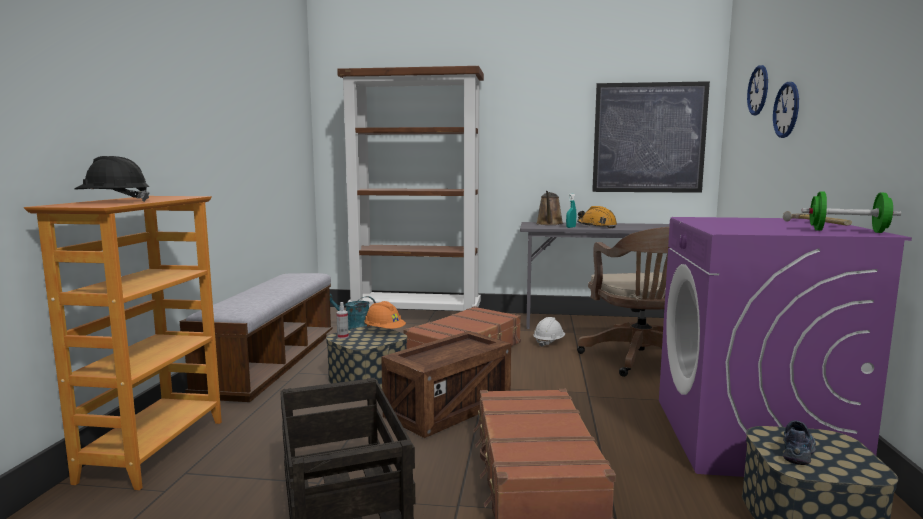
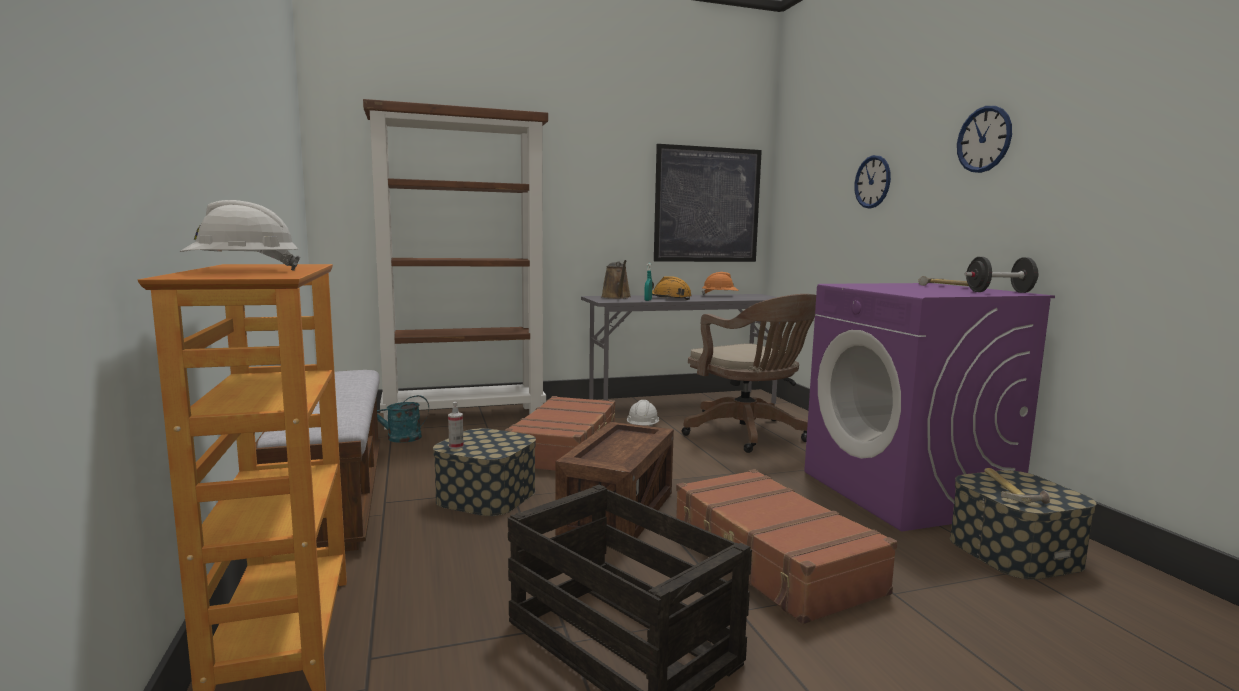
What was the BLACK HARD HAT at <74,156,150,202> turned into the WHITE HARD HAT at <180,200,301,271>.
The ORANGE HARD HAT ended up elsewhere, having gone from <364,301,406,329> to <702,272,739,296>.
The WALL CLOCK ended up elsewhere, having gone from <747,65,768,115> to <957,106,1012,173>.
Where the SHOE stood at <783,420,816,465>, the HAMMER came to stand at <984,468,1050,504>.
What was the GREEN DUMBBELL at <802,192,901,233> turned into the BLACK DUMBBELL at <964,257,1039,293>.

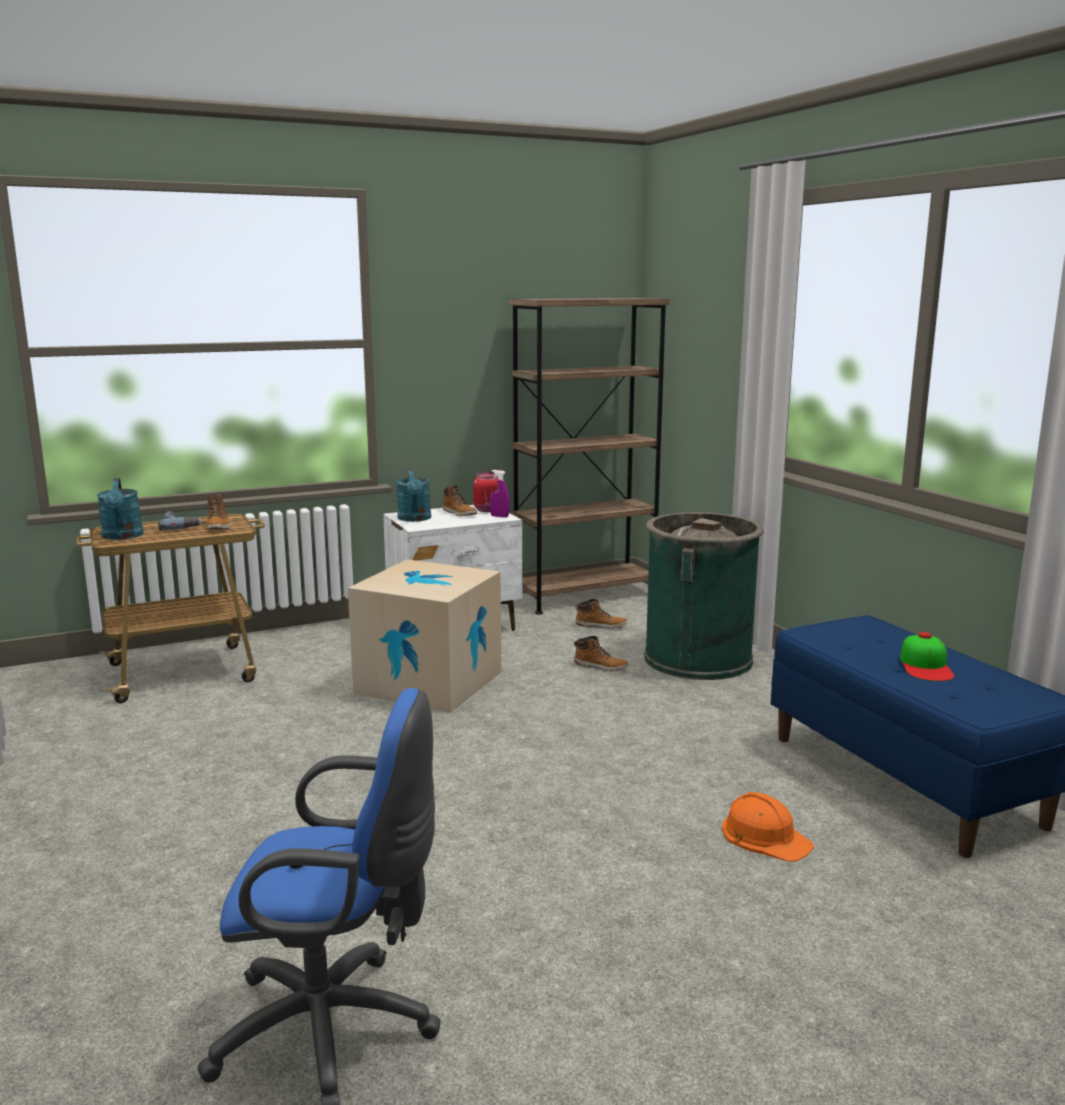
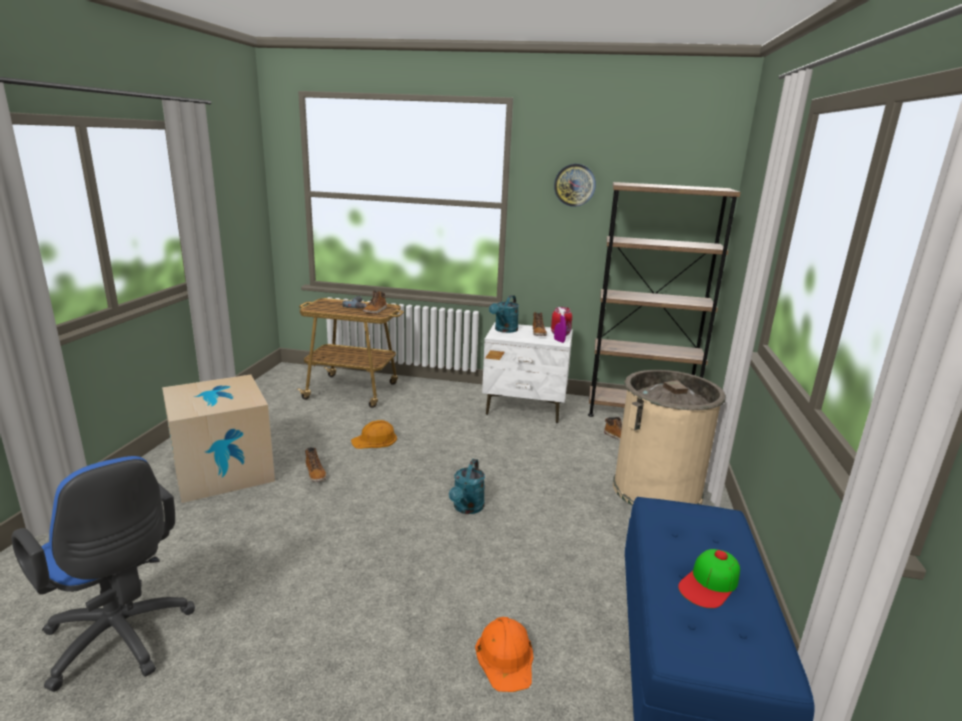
The TURQUOISE WATERING CAN ended up elsewhere, having gone from <97,478,144,540> to <449,459,485,514>.
The CARDBOARD BOX ended up elsewhere, having gone from <348,559,501,713> to <162,375,275,503>.
The BOOT ended up elsewhere, having gone from <574,636,629,671> to <305,447,326,482>.
What was the GREEN TRASH CAN at <644,512,764,680> turned into the BEIGE TRASH CAN at <613,370,726,506>.
The second view gained the ORANGE HARD HAT at <351,420,397,449>.
The second view gained the WALL CLOCK at <554,164,596,207>.

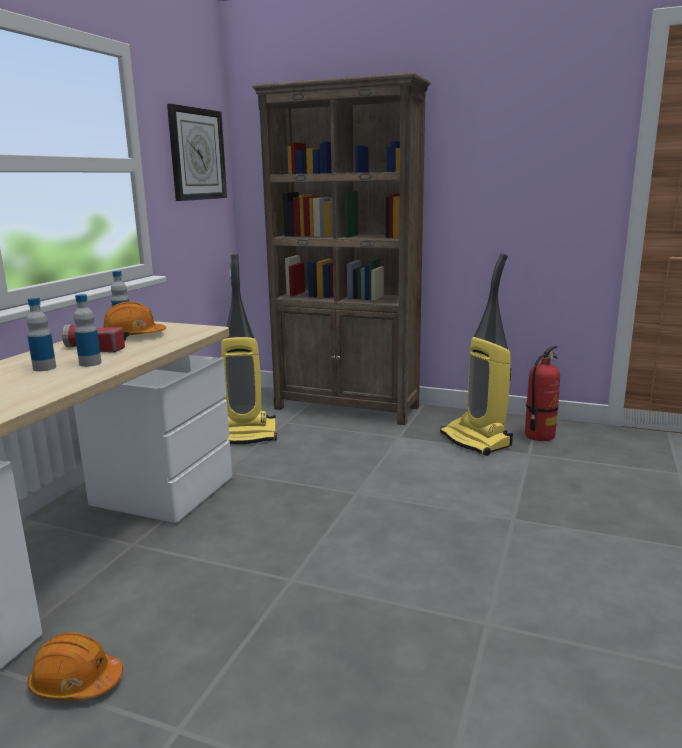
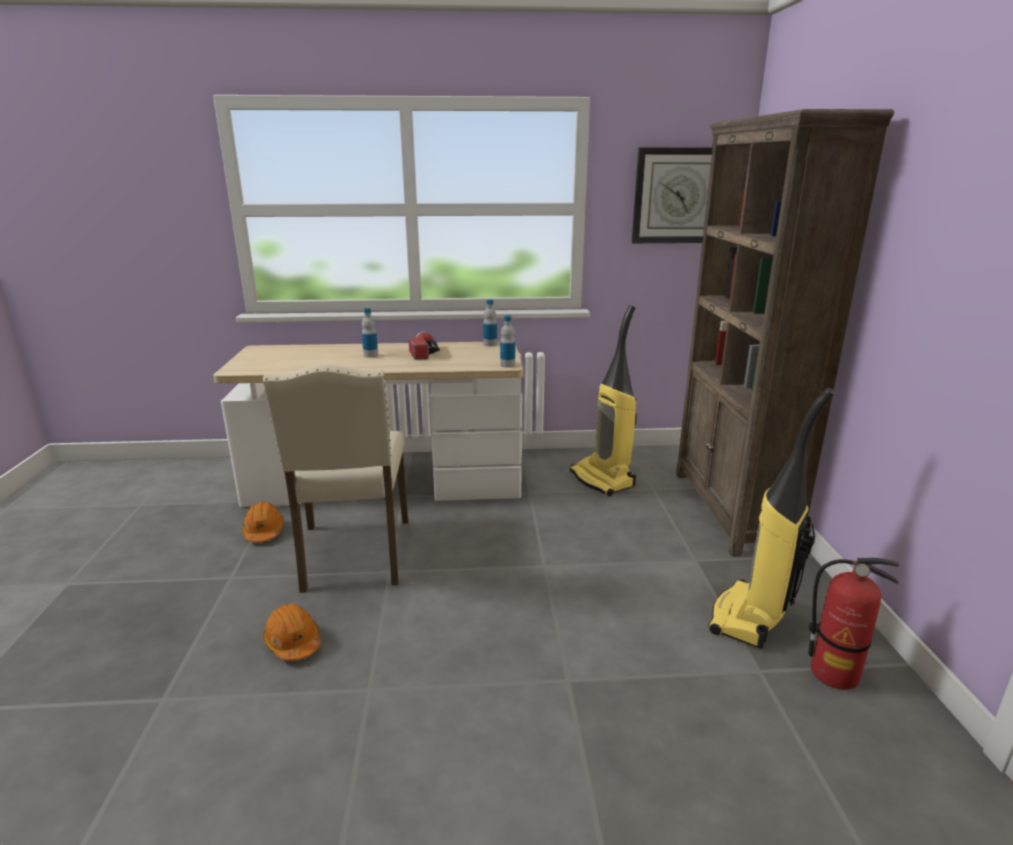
The BOTTLE ended up elsewhere, having gone from <74,294,102,367> to <500,315,515,368>.
The ORANGE HARD HAT ended up elsewhere, having gone from <103,301,166,335> to <263,604,321,661>.
The second view gained the BEIGE CHAIR at <263,364,408,593>.

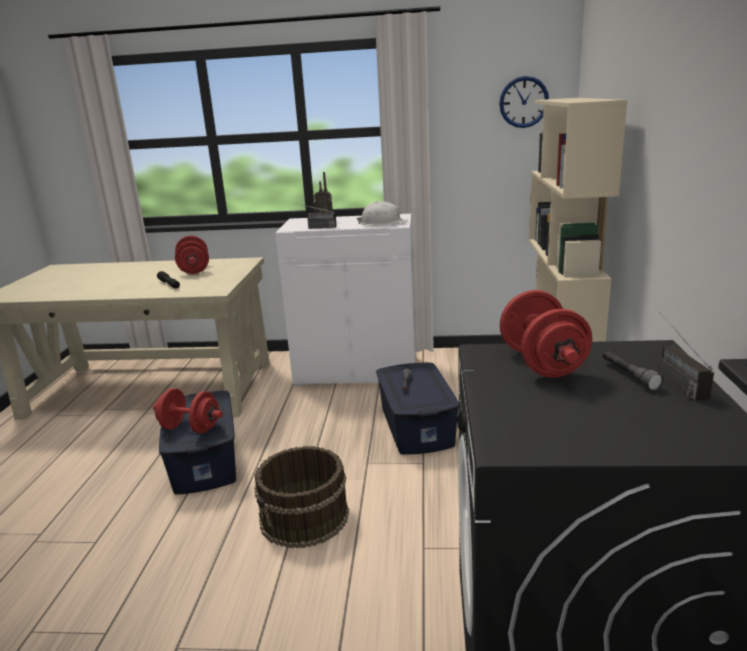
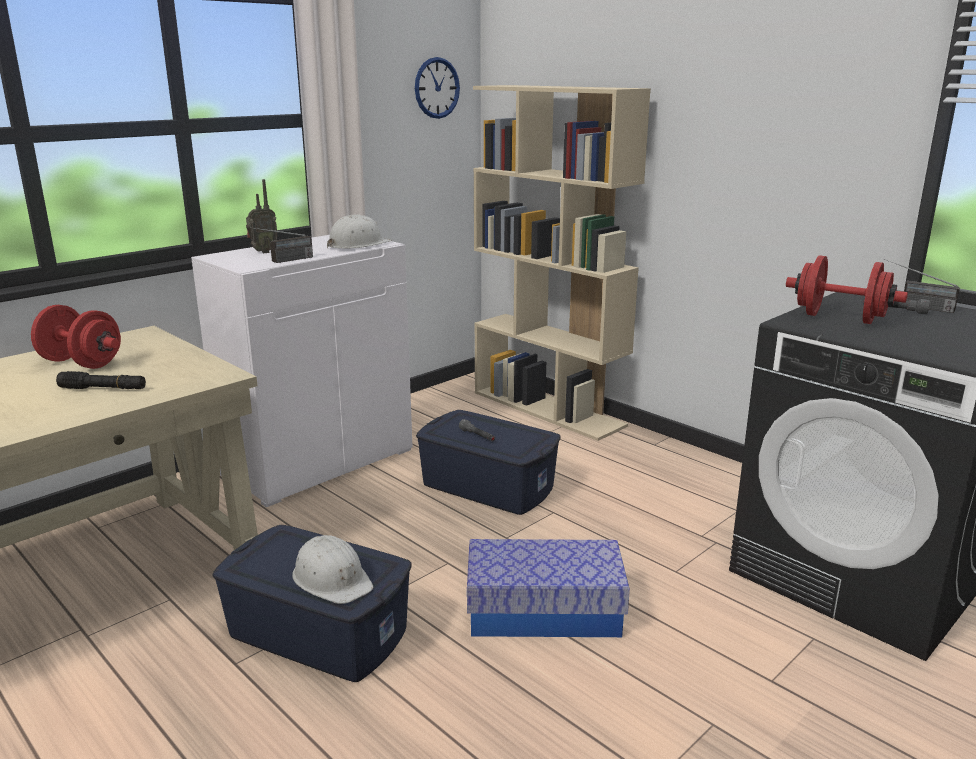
Where the RED DUMBBELL stood at <153,388,223,434>, the WHITE HARD HAT came to stand at <292,535,373,604>.
Where the BROWN BUCKET stood at <254,446,349,548>, the STORAGE BOX came to stand at <467,539,630,637>.

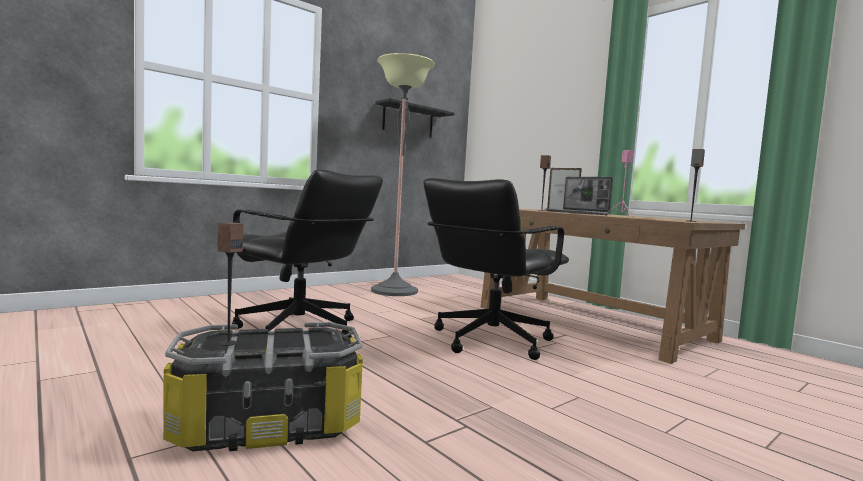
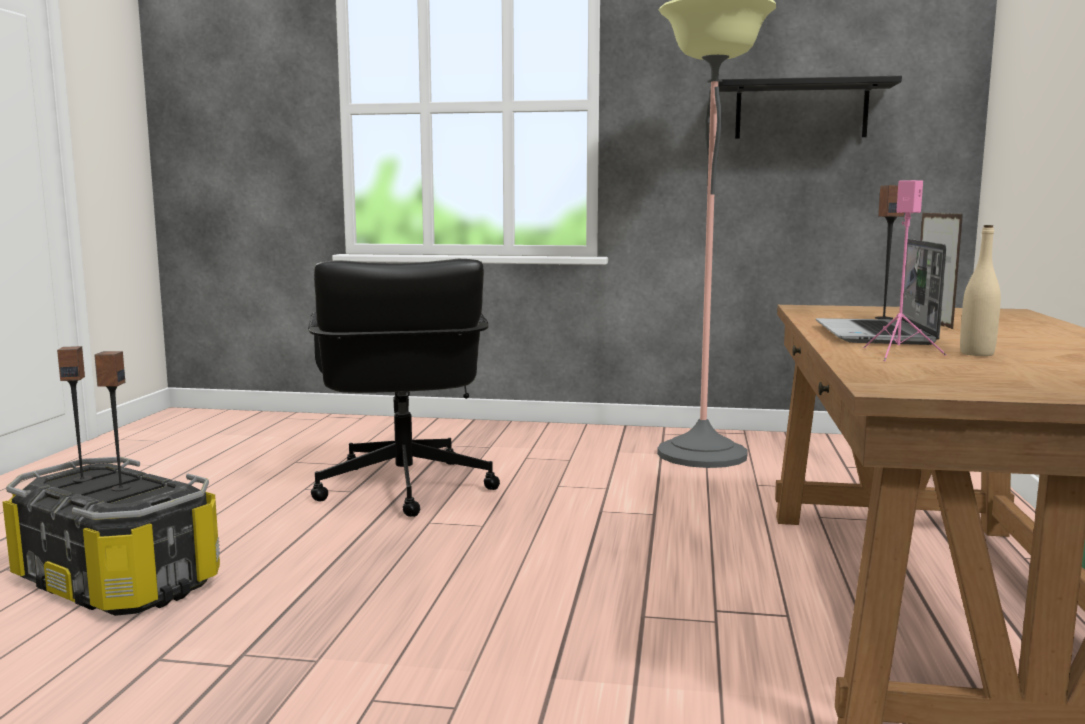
The second view lost the BLACK OFFICE CHAIR at <424,178,569,360>.
The SPEAKER ended up elsewhere, having gone from <690,149,705,222> to <94,351,131,491>.
The second view gained the BEIGE BOTTLE at <960,225,1001,356>.

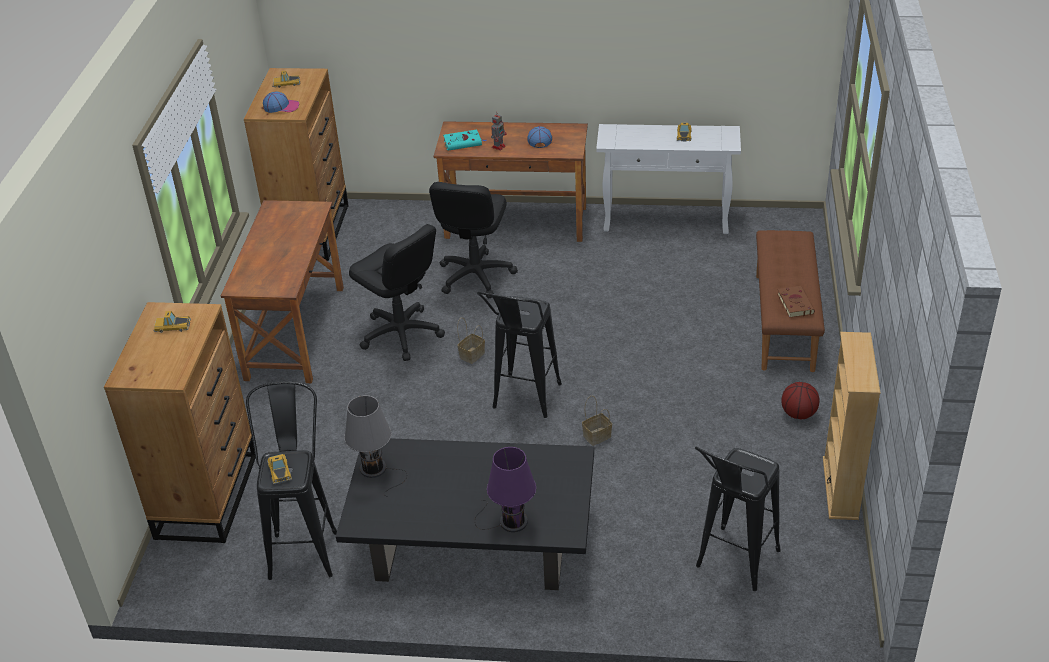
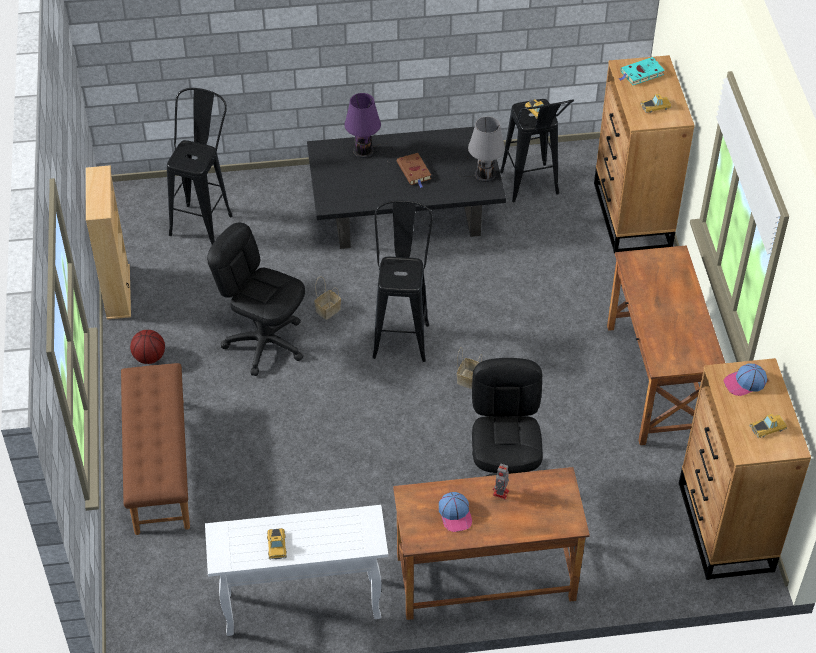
The BLACK OFFICE CHAIR ended up elsewhere, having gone from <349,224,445,361> to <207,223,305,376>.
The TURQUOISE BOOK ended up elsewhere, having gone from <443,130,487,151> to <619,57,665,85>.
The BROWN BOOK ended up elsewhere, having gone from <777,286,815,318> to <397,153,431,188>.

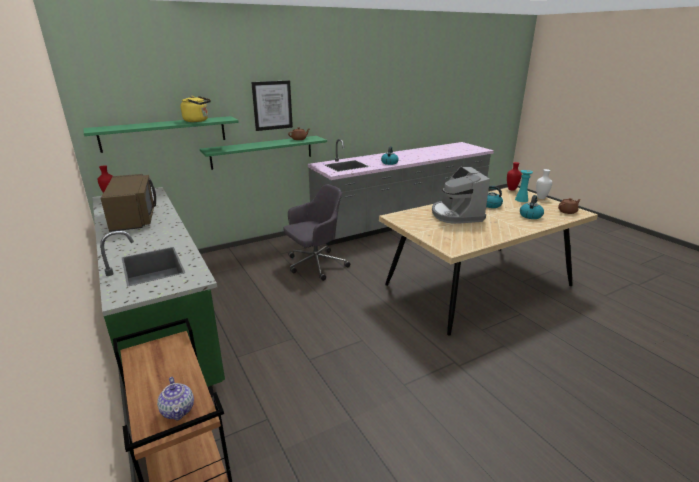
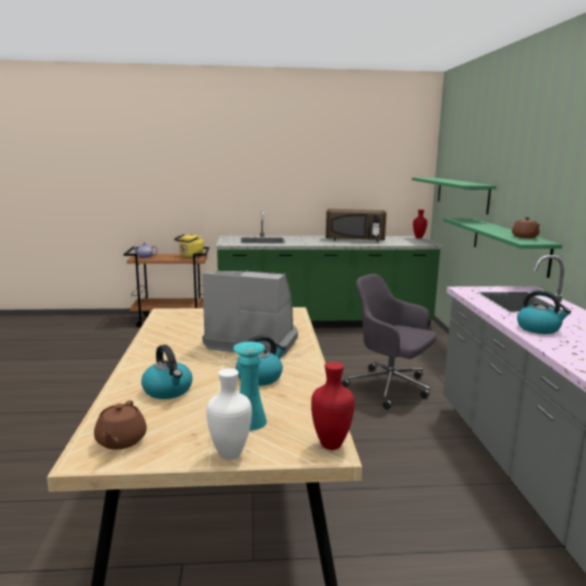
The YELLOW KETTLE ended up elsewhere, having gone from <181,96,211,122> to <174,233,204,258>.
The second view lost the PICTURE at <251,80,293,131>.
The GREY OFFICE CHAIR at <284,184,350,281> ended up facing another way, 135 degrees clockwise from before.

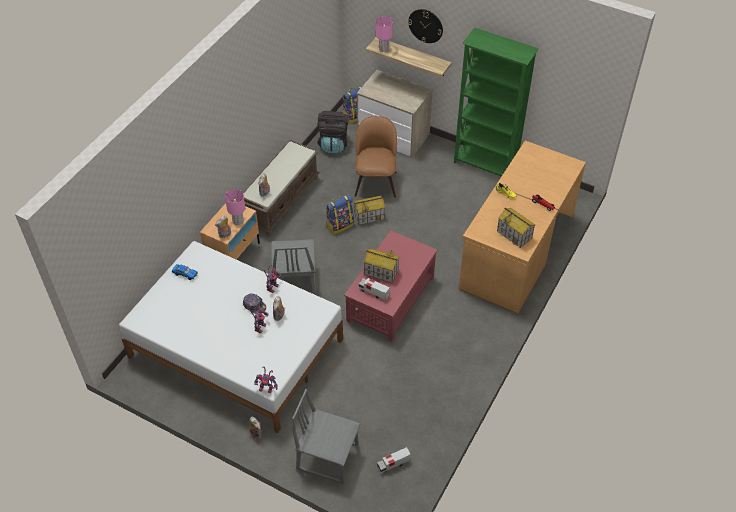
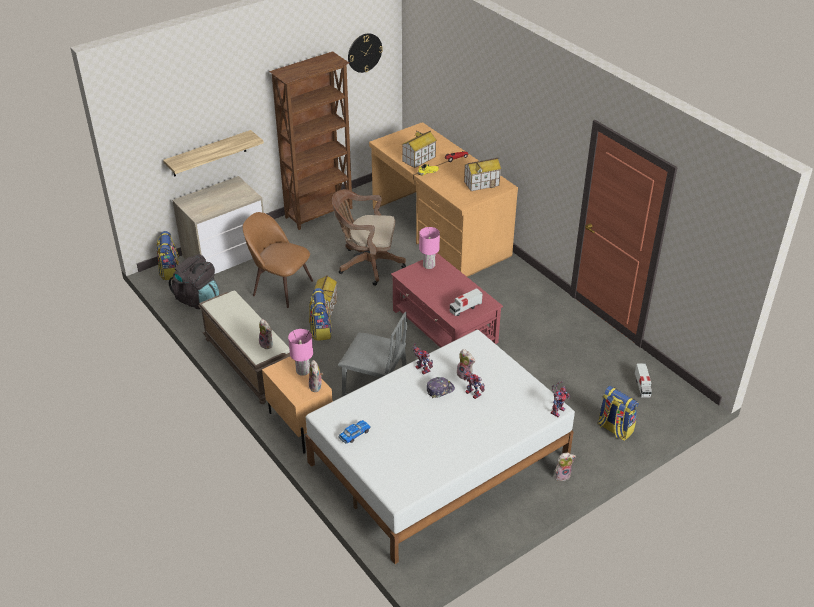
Where the GREY CHAIR stood at <292,389,360,484>, the BACKPACK came to stand at <597,386,639,441>.
The TOY HOUSE ended up elsewhere, having gone from <364,248,400,283> to <401,130,437,168>.
The PINK TABLE LAMP ended up elsewhere, having gone from <376,16,393,52> to <419,227,440,269>.
The WALL CLOCK ended up elsewhere, having gone from <408,9,443,43> to <348,33,383,73>.
What was the GREEN BOOKCASE at <454,27,539,176> turned into the BROWN BOOKCASE at <269,51,352,230>.
The second view gained the BROWN OFFICE CHAIR at <332,189,406,286>.

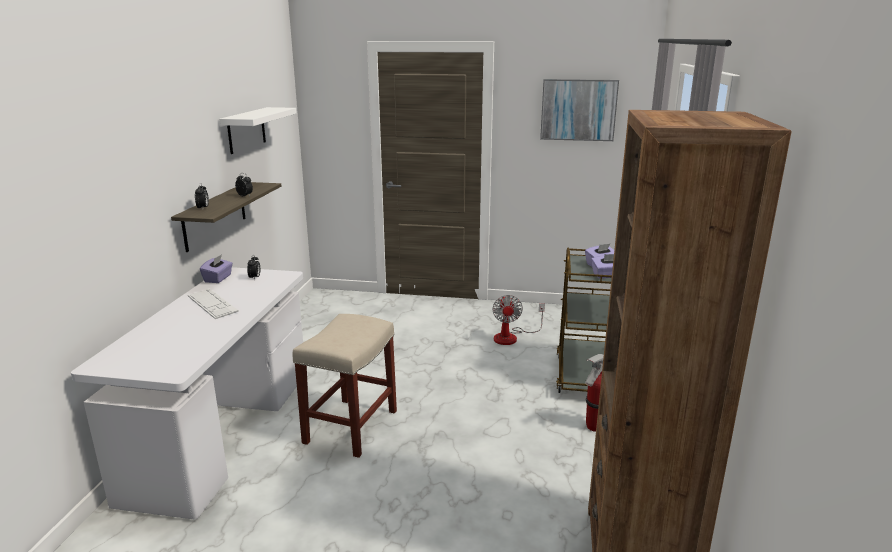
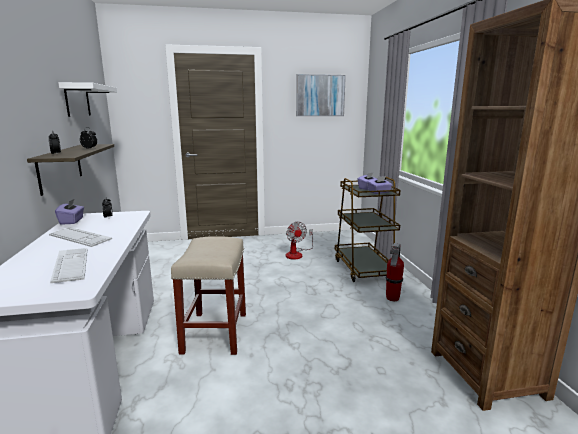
The second view gained the KEYBOARD at <50,248,87,283>.

